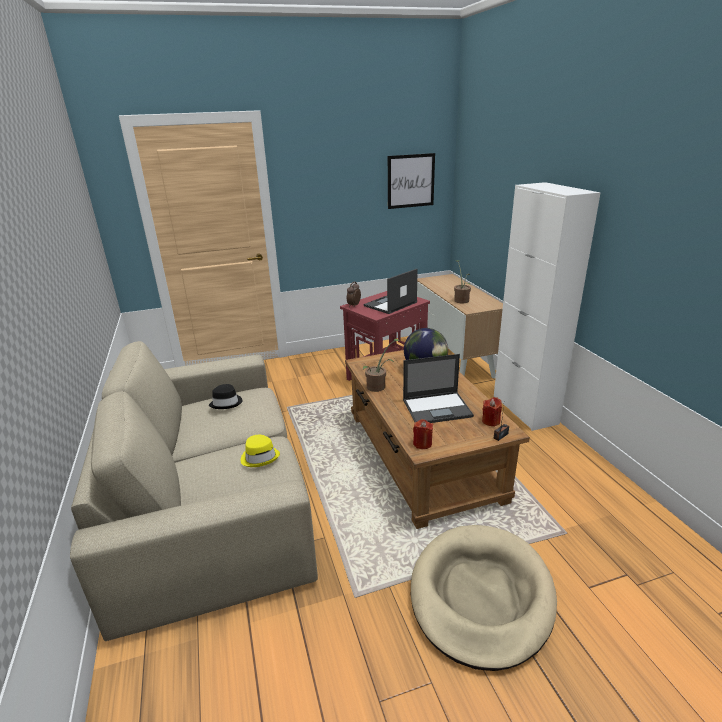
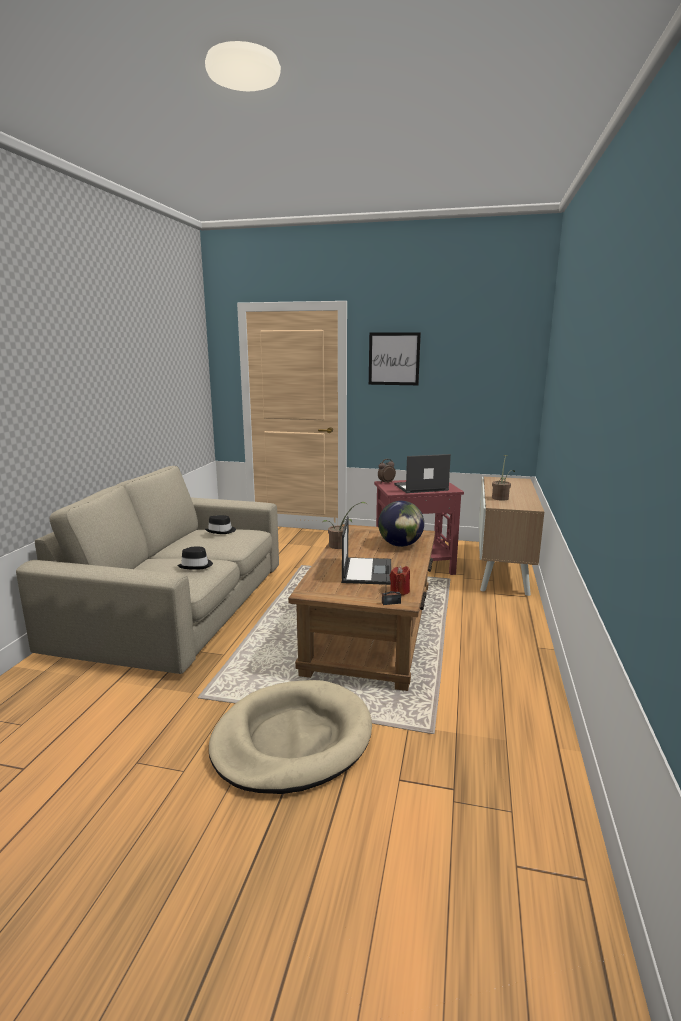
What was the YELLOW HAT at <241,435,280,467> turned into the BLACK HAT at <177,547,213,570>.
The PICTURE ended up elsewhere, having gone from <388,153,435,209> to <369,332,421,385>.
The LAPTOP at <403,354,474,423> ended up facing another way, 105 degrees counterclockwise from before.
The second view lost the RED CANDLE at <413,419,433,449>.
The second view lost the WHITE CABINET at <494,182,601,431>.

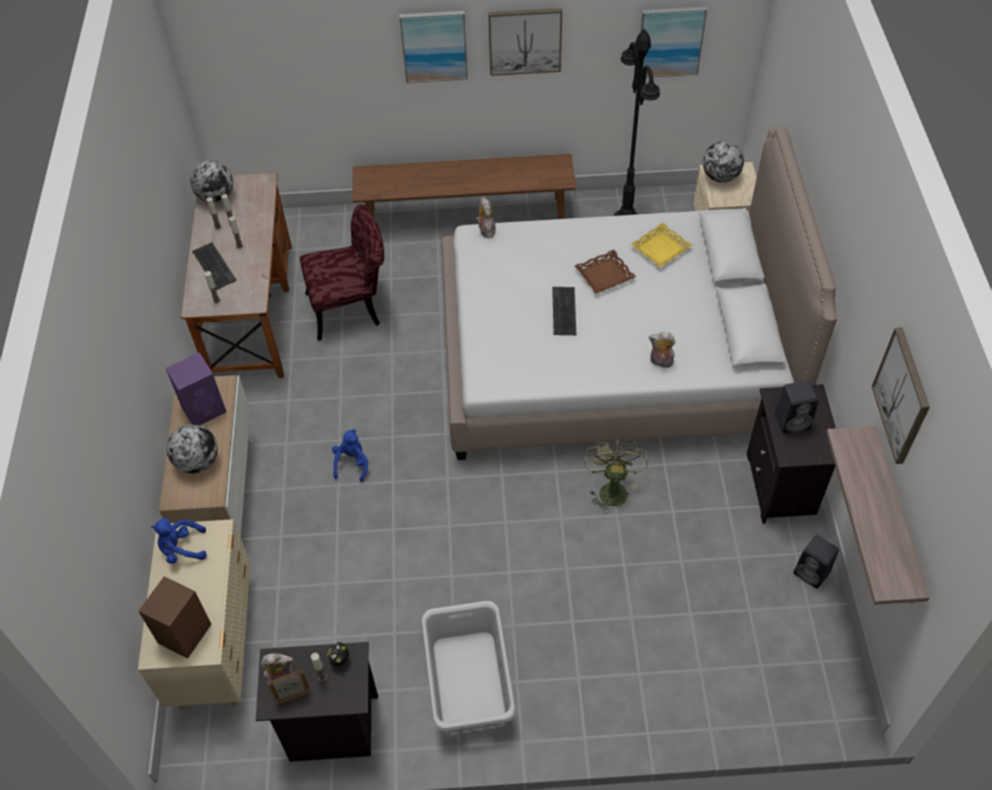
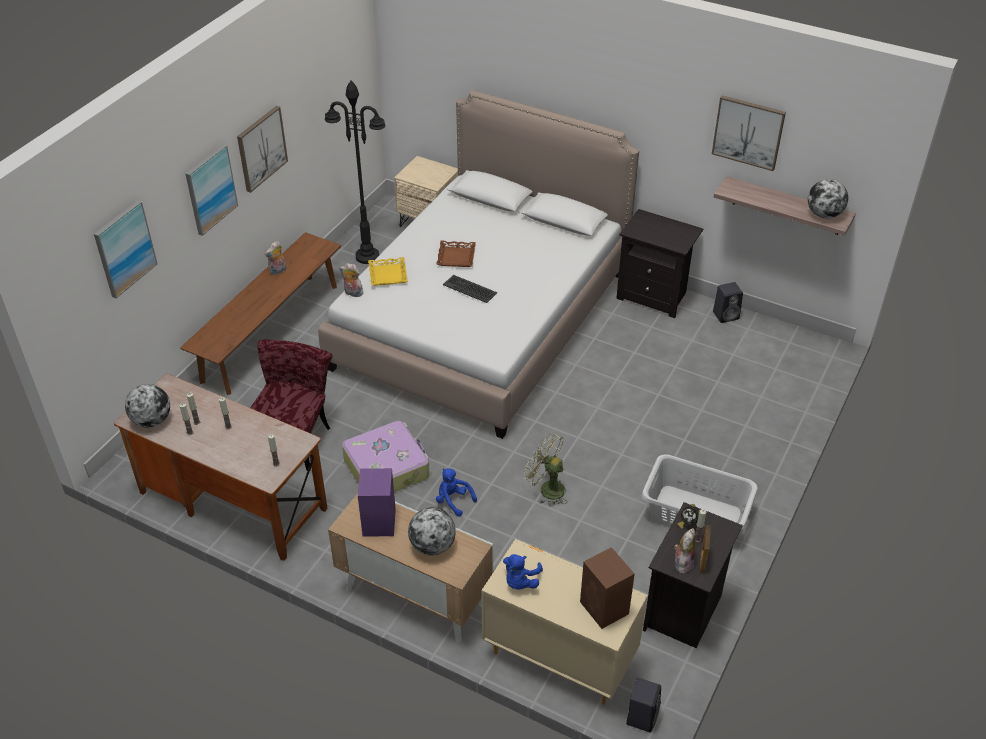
The second view lost the KEYBOARD at <192,242,237,290>.
The GREEN FAN ended up elsewhere, having gone from <584,440,648,514> to <523,433,567,507>.
The YELLOW TRAY ended up elsewhere, having gone from <631,222,692,267> to <368,257,408,286>.
The PICTURE ended up elsewhere, having gone from <640,7,707,78> to <94,200,158,298>.
The PLUSH TOY ended up elsewhere, having gone from <649,332,675,368> to <265,241,286,275>.
The GLOBE ended up elsewhere, having gone from <703,141,744,183> to <808,179,848,219>.
The BLACK SPEAKER ended up elsewhere, having gone from <775,381,818,434> to <626,678,661,733>.
The second view gained the SUITCASE at <342,421,429,492>.

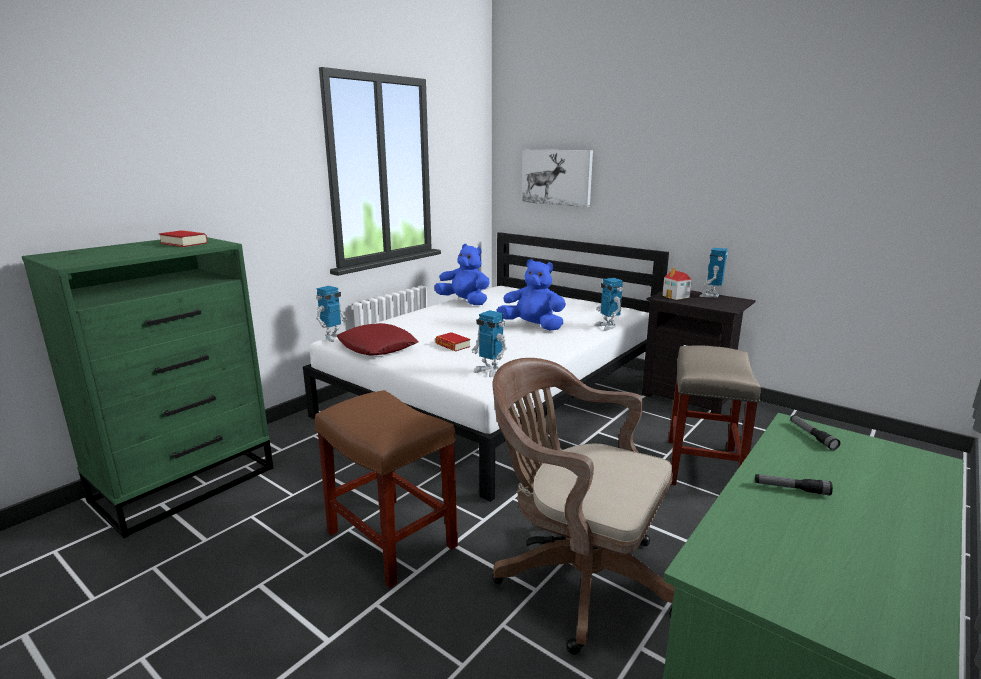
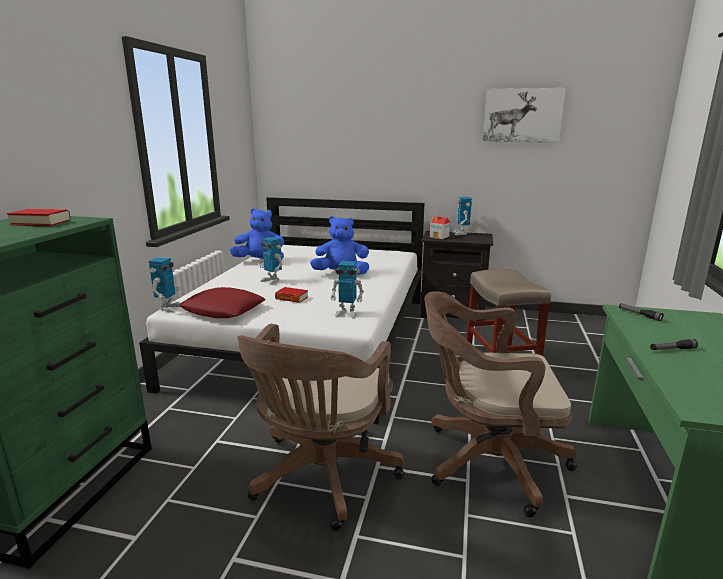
Where the BROWN STOOL stood at <315,390,458,588>, the BROWN OFFICE CHAIR came to stand at <238,324,404,531>.
The PICTURE ended up elsewhere, having gone from <522,150,593,207> to <483,88,566,142>.
The TOY ROBOT ended up elsewhere, having gone from <594,278,623,330> to <260,237,282,285>.

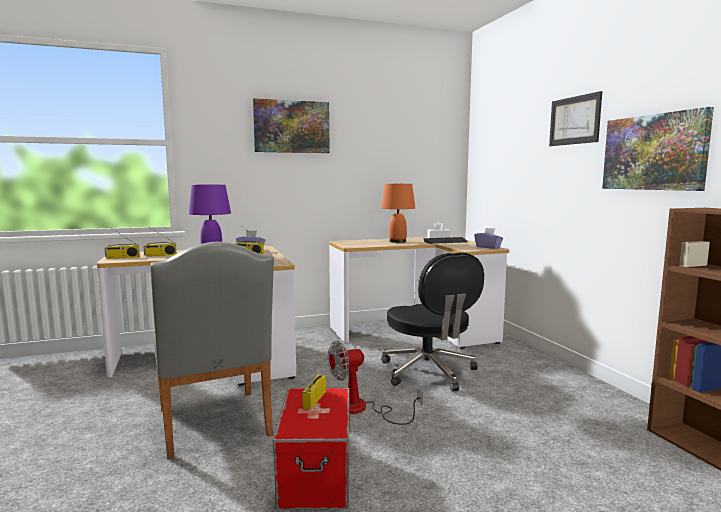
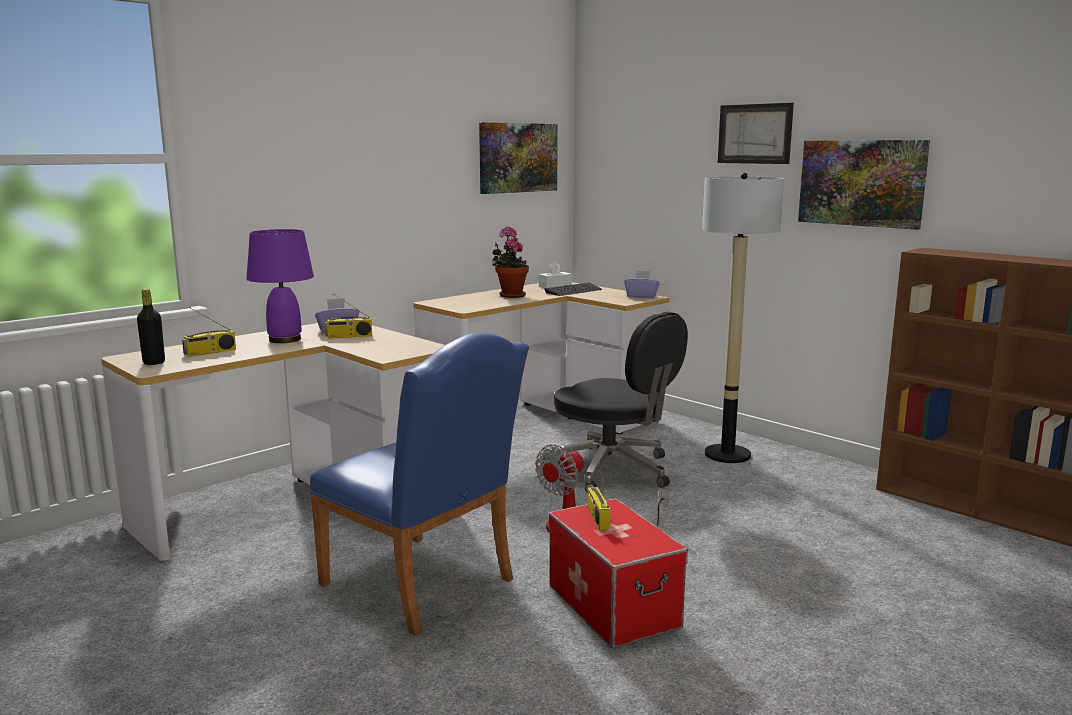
Where the RADIO stood at <105,229,140,259>, the BLACK BOTTLE came to stand at <137,289,165,365>.
What was the GREY CHAIR at <150,242,274,460> turned into the BLUE CHAIR at <309,333,529,636>.
The PICTURE ended up elsewhere, having gone from <253,98,330,153> to <479,122,558,194>.
Where the ORANGE TABLE LAMP stood at <381,184,415,243>, the POTTED PLANT came to stand at <492,226,529,298>.
The second view gained the FLOOR LAMP at <702,173,784,463>.

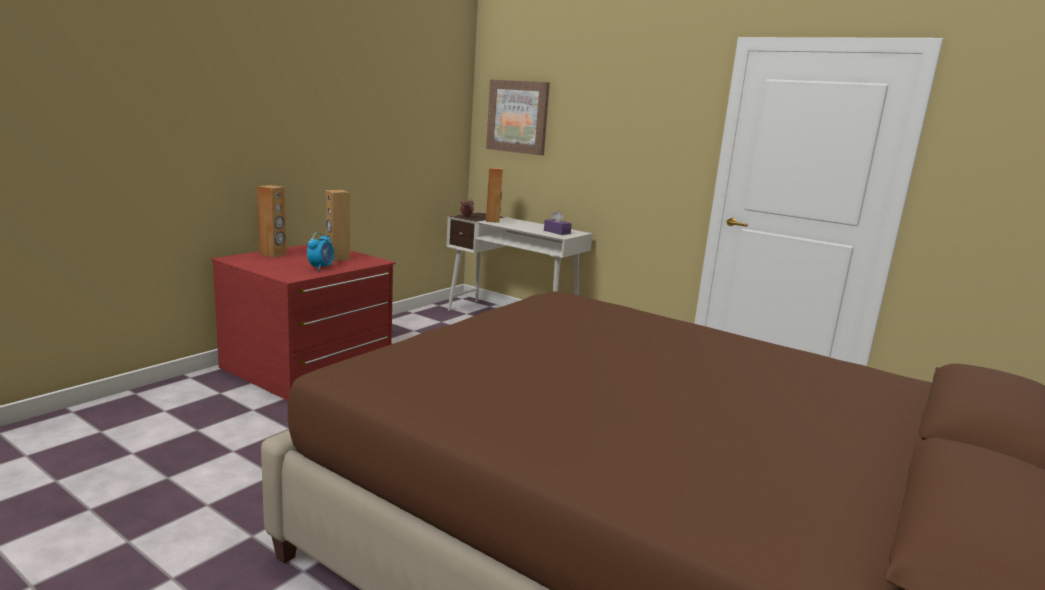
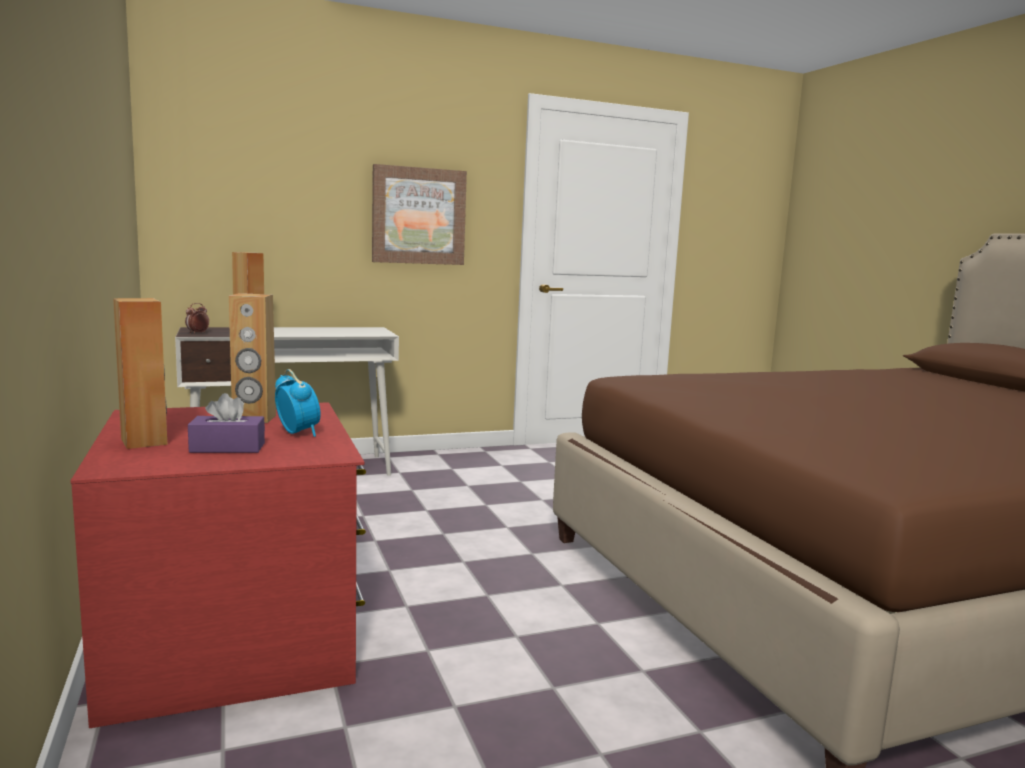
The PICTURE ended up elsewhere, having gone from <486,80,550,155> to <372,164,467,265>.
The PURPLE TISSUE BOX ended up elsewhere, having gone from <544,211,572,235> to <188,393,265,453>.

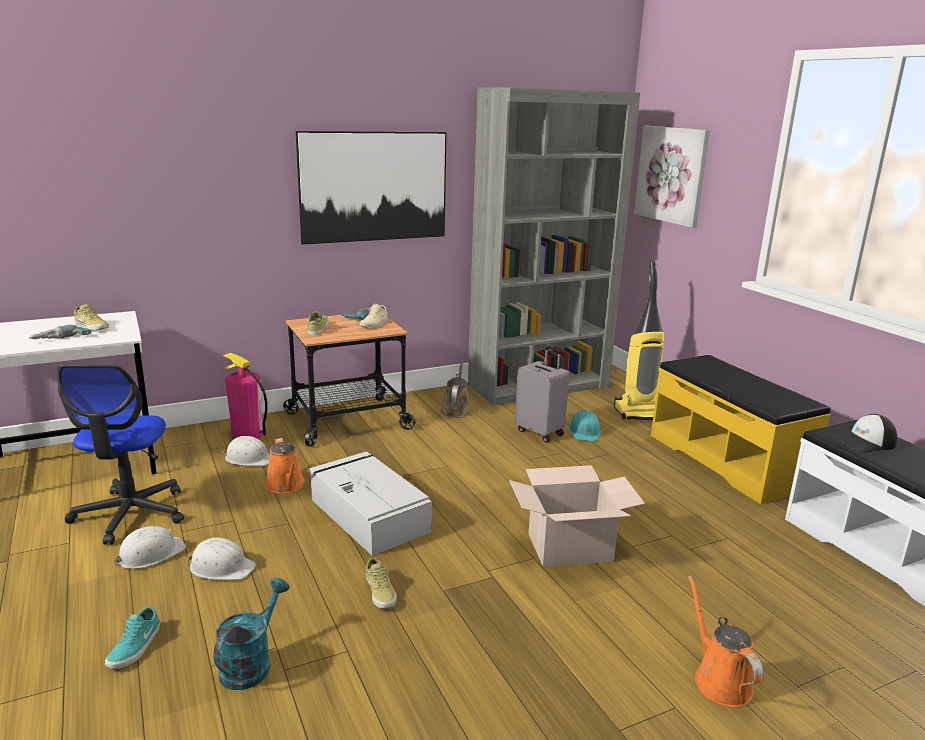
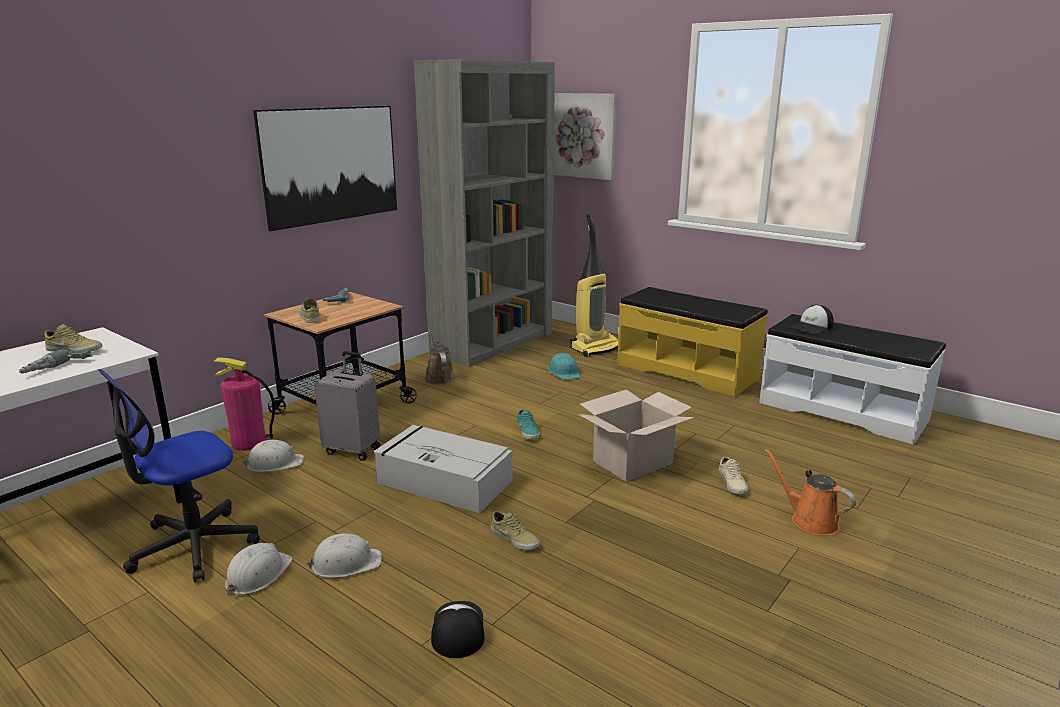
The OFFICE CHAIR at <57,364,184,545> ended up facing another way, 75 degrees clockwise from before.
The TURQUOISE SHOE ended up elsewhere, having gone from <105,606,160,669> to <517,410,540,439>.
Where the TURQUOISE WATERING CAN stood at <214,578,290,690>, the CAP came to stand at <431,601,485,658>.
The second view lost the ORANGE WATERING CAN at <266,438,305,494>.
The BEIGE SHOE ended up elsewhere, having gone from <360,304,388,327> to <719,457,749,494>.
The GREY SUITCASE ended up elsewhere, having gone from <515,346,569,442> to <314,351,380,461>.

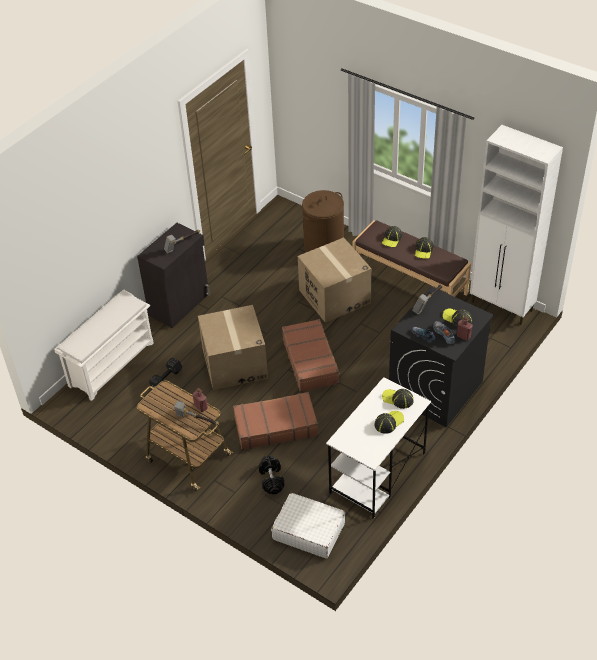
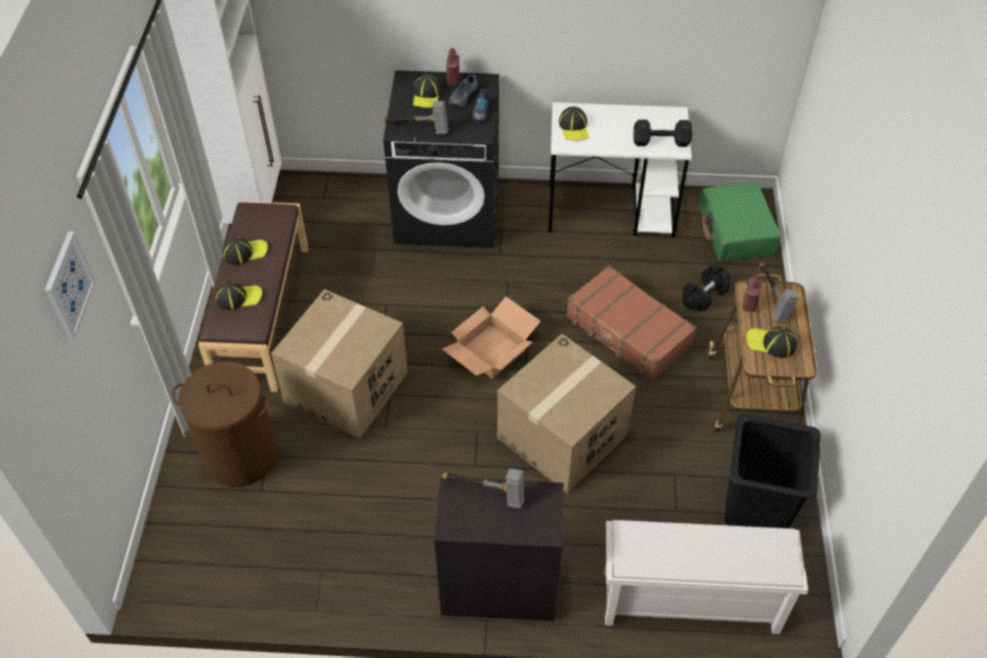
The BLACK DUMBBELL ended up elsewhere, having gone from <149,358,182,388> to <633,119,693,147>.
What was the WHITE SUITCASE at <271,493,346,559> turned into the GREEN SUITCASE at <699,182,781,262>.
Where the BROWN SUITCASE stood at <282,319,340,392>, the CARDBOARD BOX came to stand at <442,297,541,378>.
The CAP ended up elsewhere, having gone from <374,411,404,434> to <746,326,797,358>.
The second view gained the PICTURE at <45,231,96,340>.
The second view gained the BLACK LAUNDRY BASKET at <725,414,821,528>.

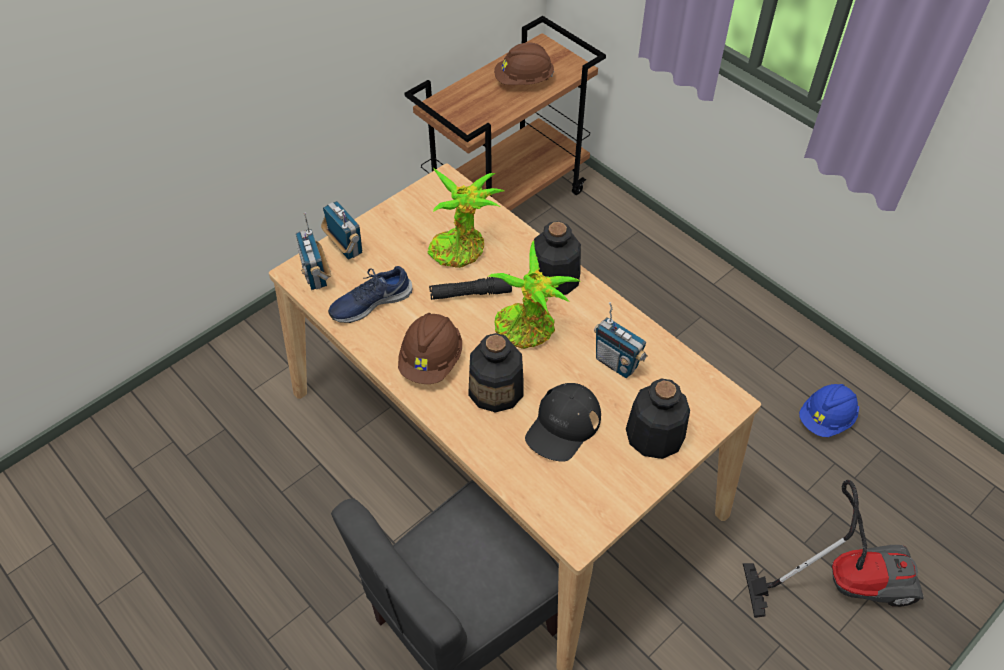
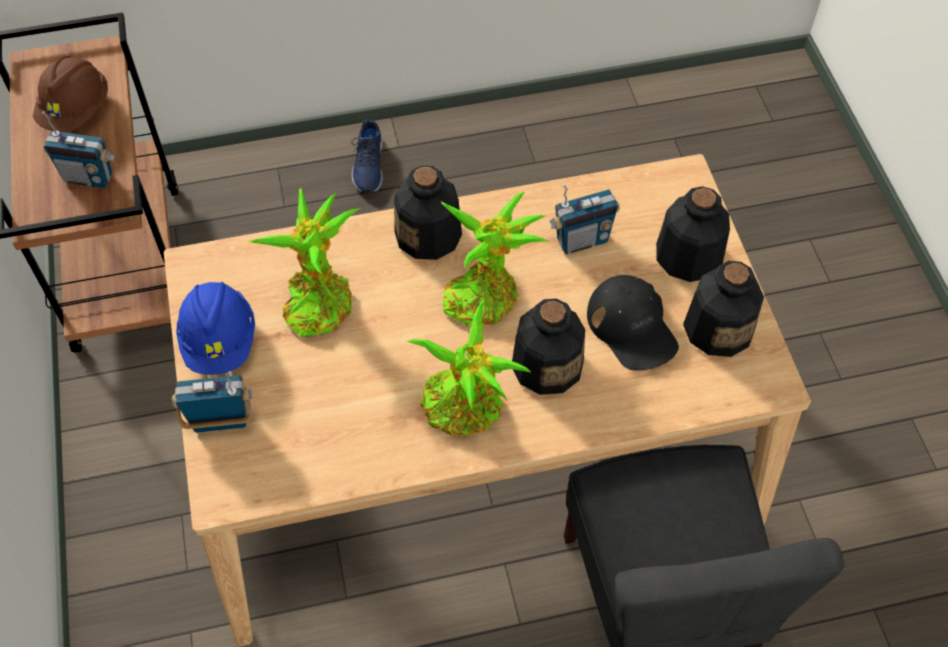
The RADIO ended up elsewhere, having gone from <296,213,332,290> to <42,111,115,188>.
The BLUE SHOE ended up elsewhere, having gone from <328,266,412,323> to <352,120,383,193>.
Where the BROWN HARD HAT stood at <398,313,462,384>, the POTTED PLANT came to stand at <407,299,530,436>.
The second view lost the BLACK FLASHLIGHT at <429,274,512,300>.
The second view lost the VACUUM CLEANER at <743,480,924,618>.
The BLUE HARD HAT ended up elsewhere, having gone from <799,384,859,437> to <176,282,255,375>.
The second view gained the BOTTLE at <683,261,764,357>.

